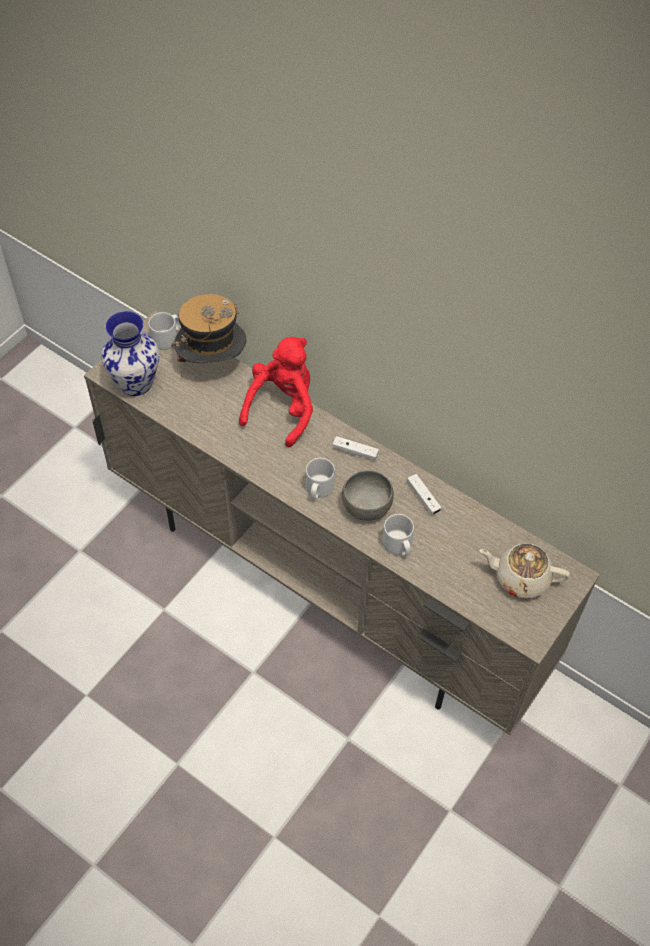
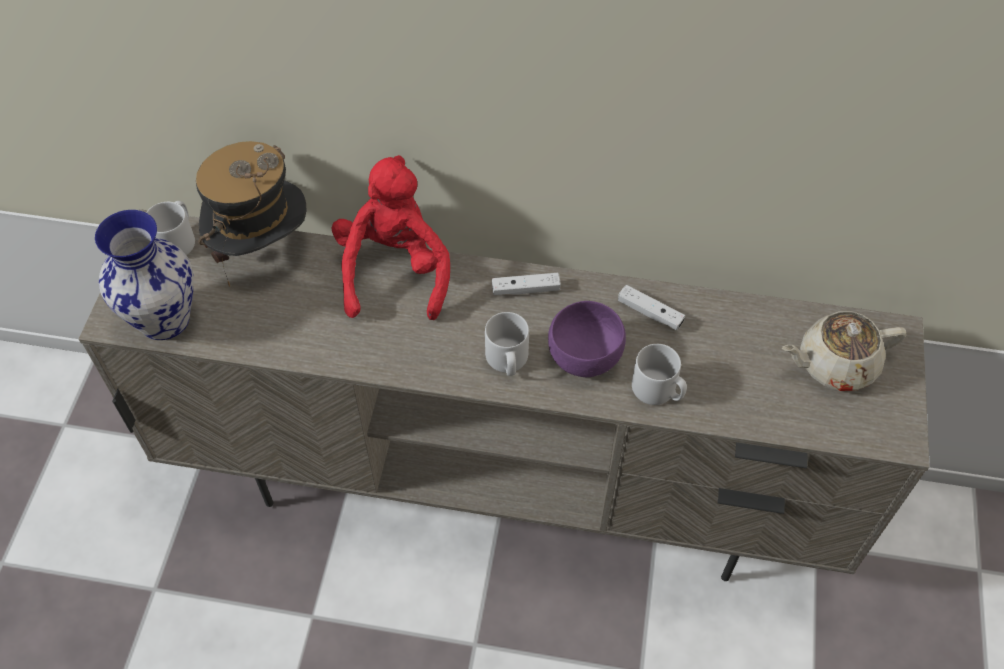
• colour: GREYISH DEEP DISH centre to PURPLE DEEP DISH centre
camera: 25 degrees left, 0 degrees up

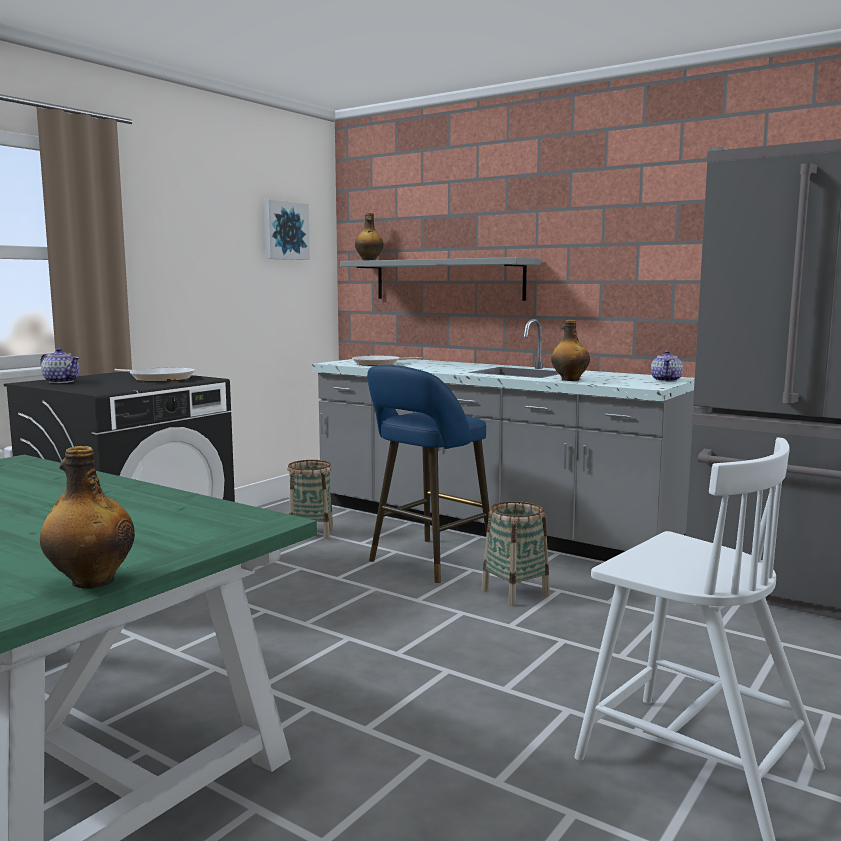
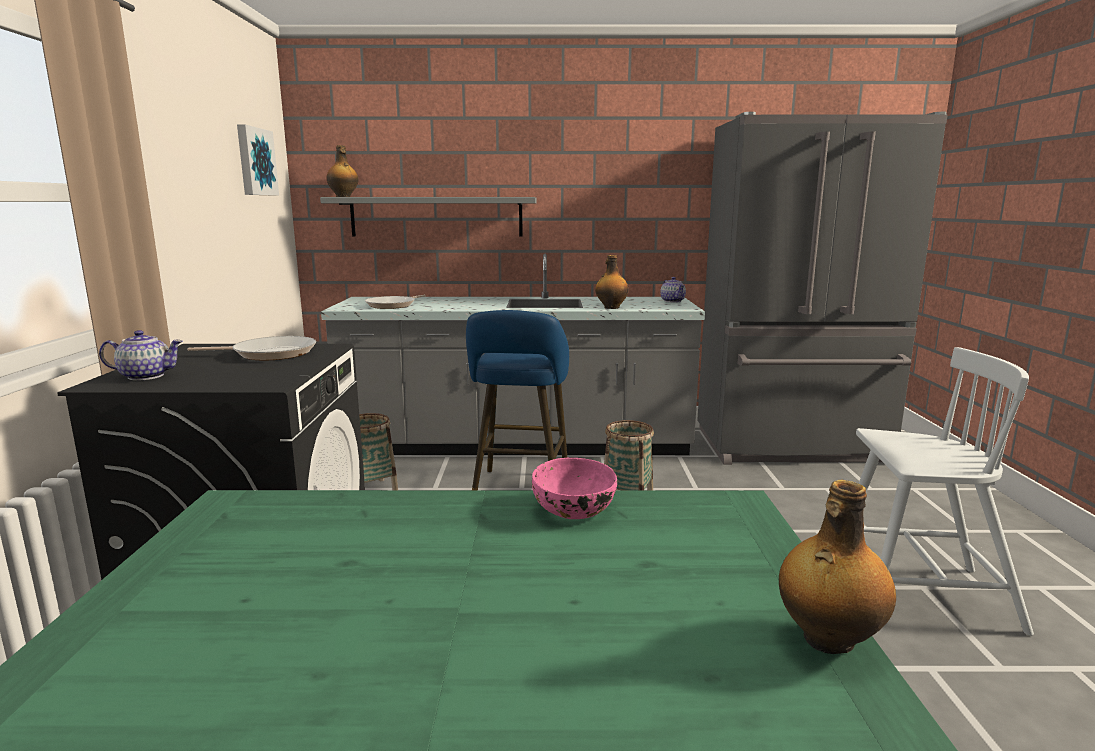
• appeared: PINK DEEP DISH centre
camera: 35 degrees left, 5 degrees up

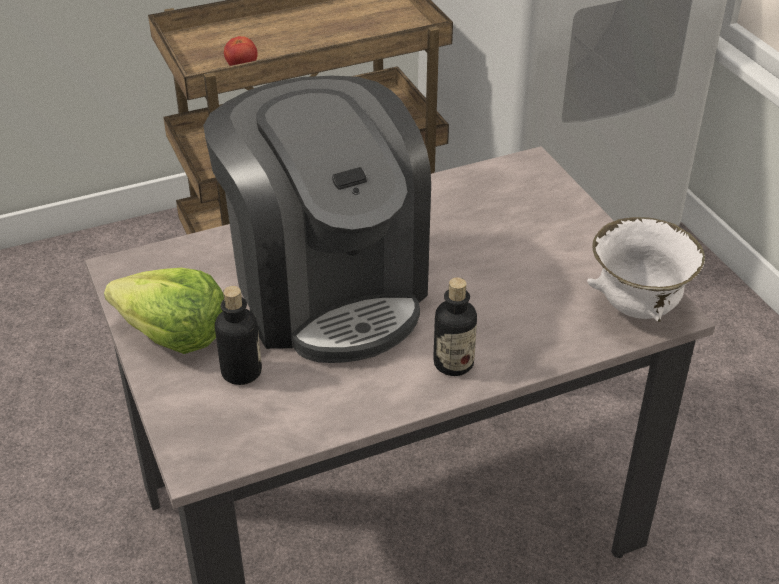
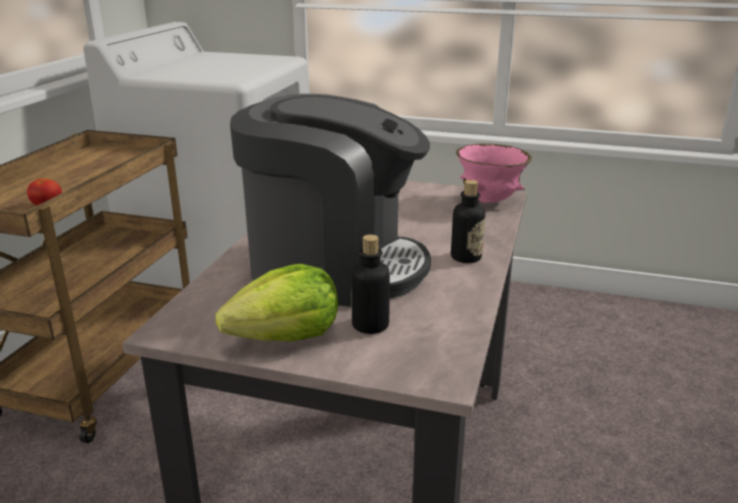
• colour: WHITE DEEP DISH middle right to PINK DEEP DISH middle right
camera: 50 degrees left, 15 degrees down

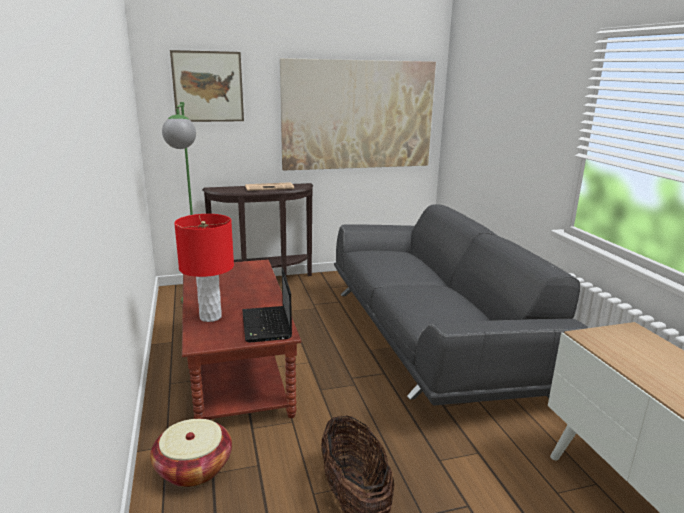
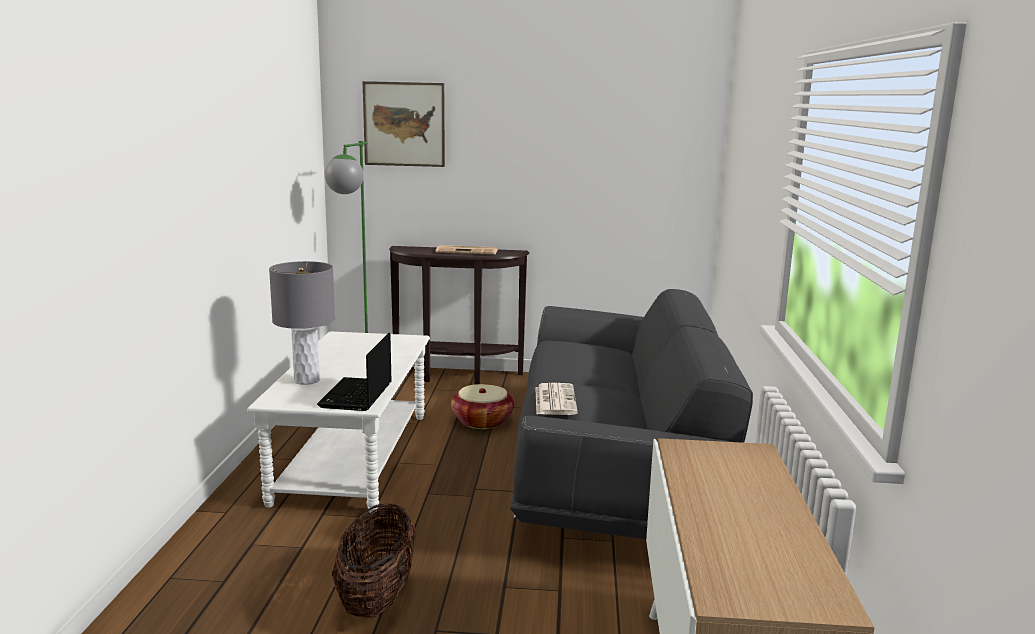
• colour: BROWN-COLOURED COFFEE TABLE centre to WHITE COFFEE TABLE middle left
• colour: REDDISH TABLETOP LAMP middle left to GREYISH TABLETOP LAMP middle left
• relocated: HOUSEHOLD BASKET (no. 1 from left in the first image) bottom left to HOUSEHOLD BASKET (no. 2 from left) centre
• appeared: DAILY PAPER (no. 2 from left) centre
• missing: WALL ART (no. 2 from left) top centre
camera: 20 degrees right, 5 degrees down

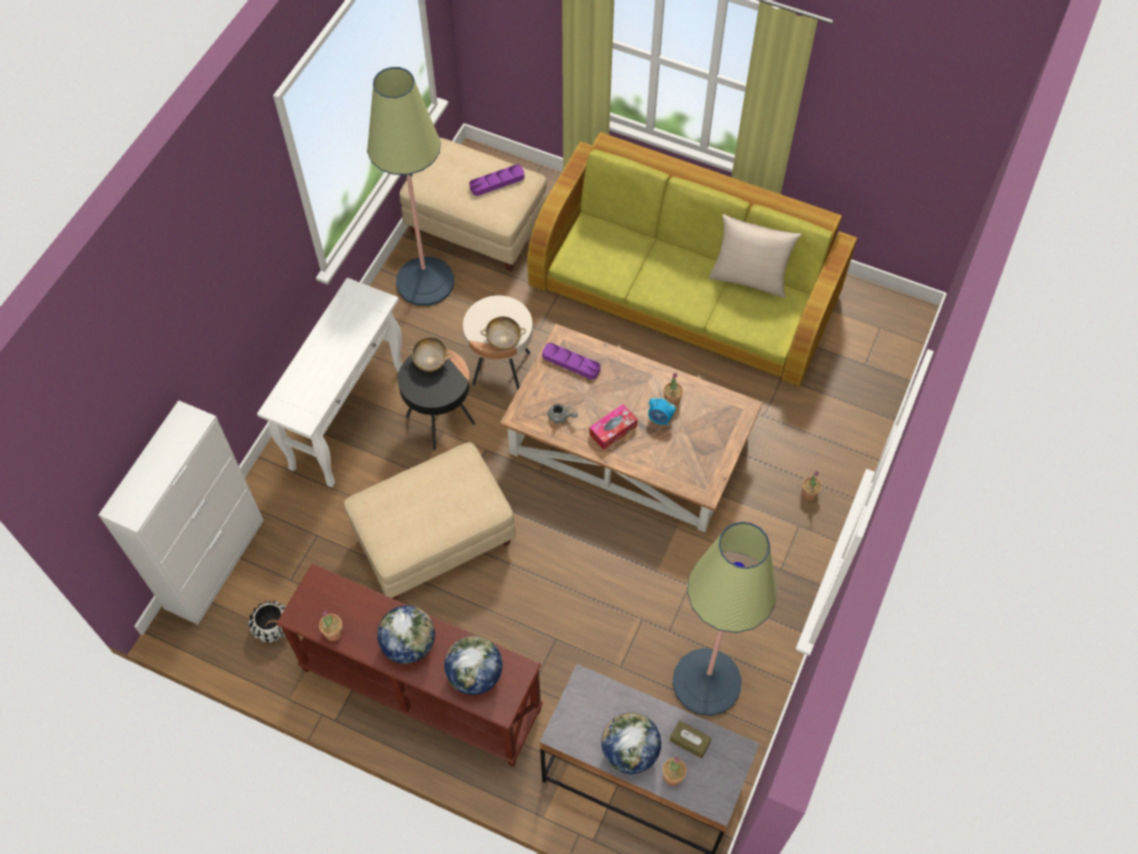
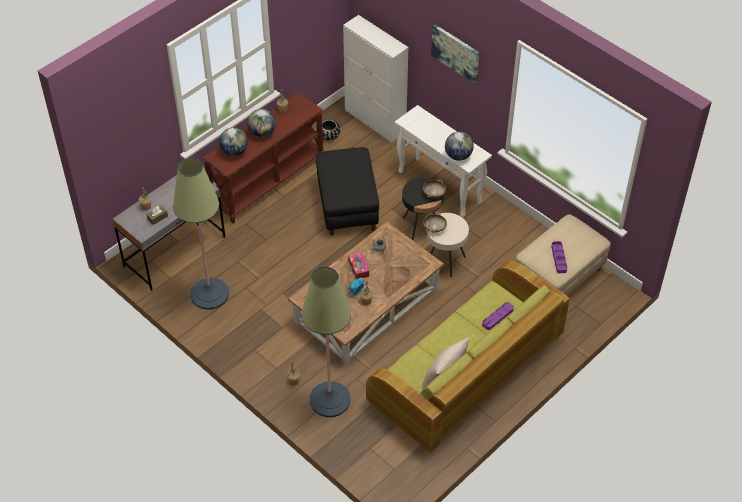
• relocated: STANDING LAMP (no. 1 from left in the first image) top centre to STANDING LAMP (no. 2 from left) bottom centre
• colour: SAND-COLOURED OTTOMAN (no. 1 from left) centre to BLACKISH OTTOMAN centre
• appeared: WALL ART top centre
• relocated: DESK GLOBE (no. 3 from left) bottom centre to top centre
• relocated: PURPLE TRAY (no. 2 from left in the first image) centre to PURPLE TRAY (no. 1 from left) middle right
camera: 110 degrees right, 10 degrees down

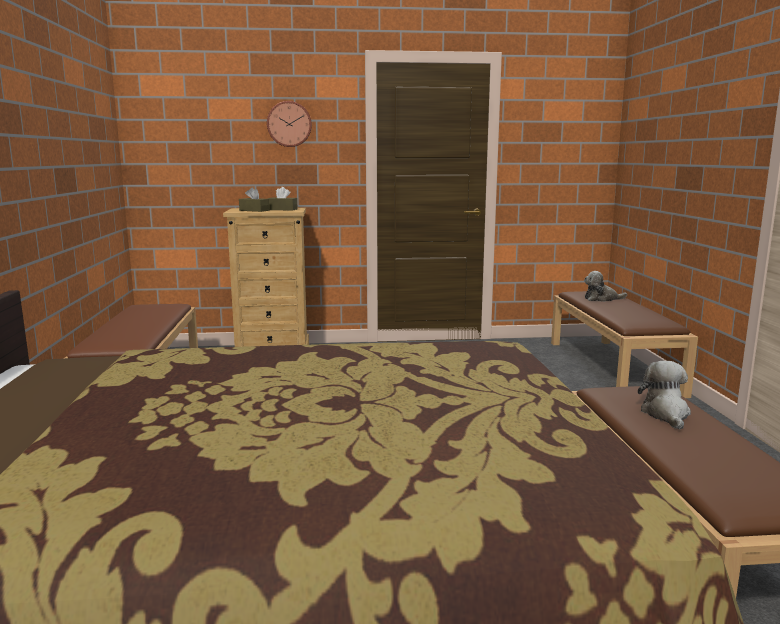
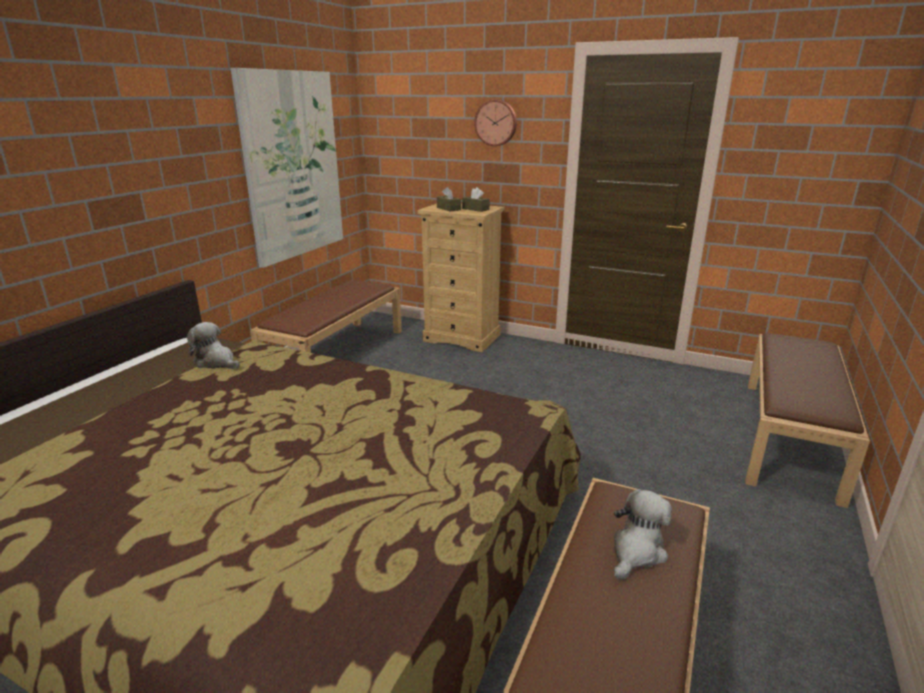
• relocated: PLUSH TOY (no. 1 from left) middle right to middle left
• appeared: WALL ART top left
camera: 30 degrees right, 10 degrees up

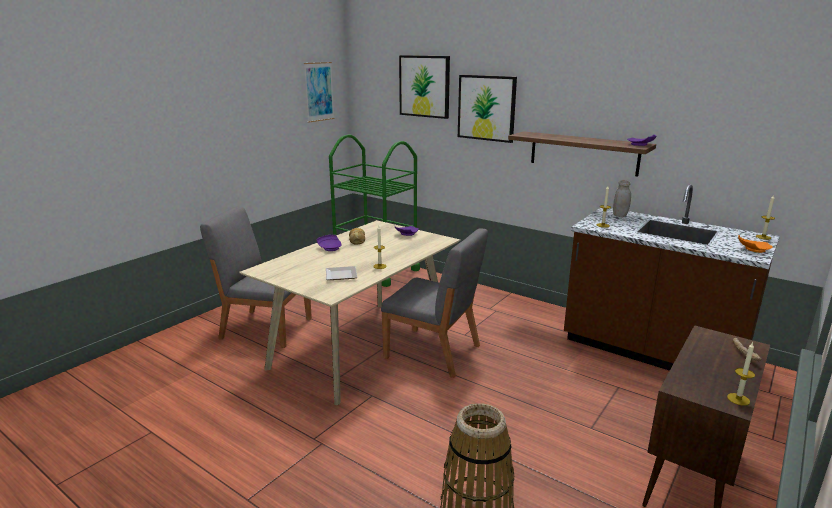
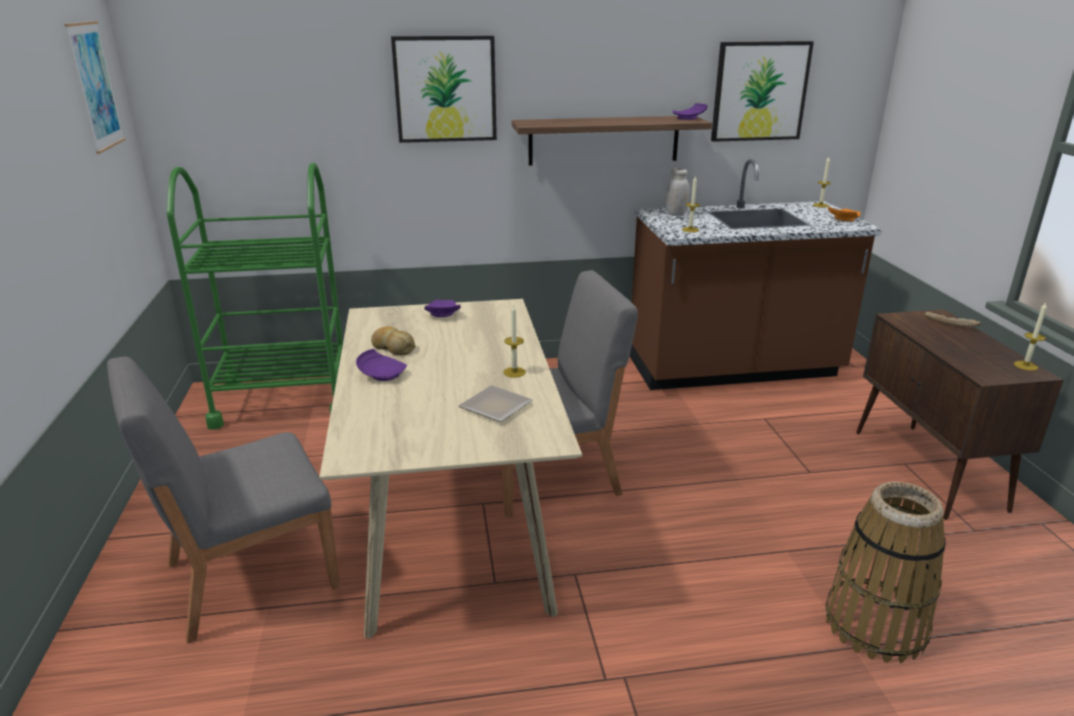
• relocated: WALL ART (no. 2 from left in the first image) top centre to WALL ART (no. 3 from left) top right
camera: 45 degrees left, 5 degrees up

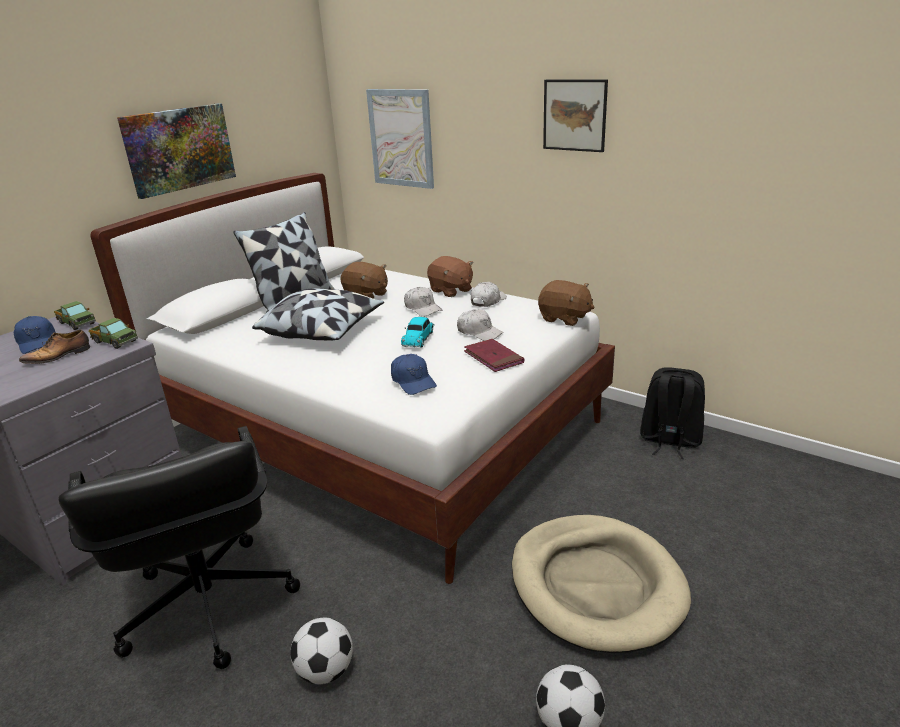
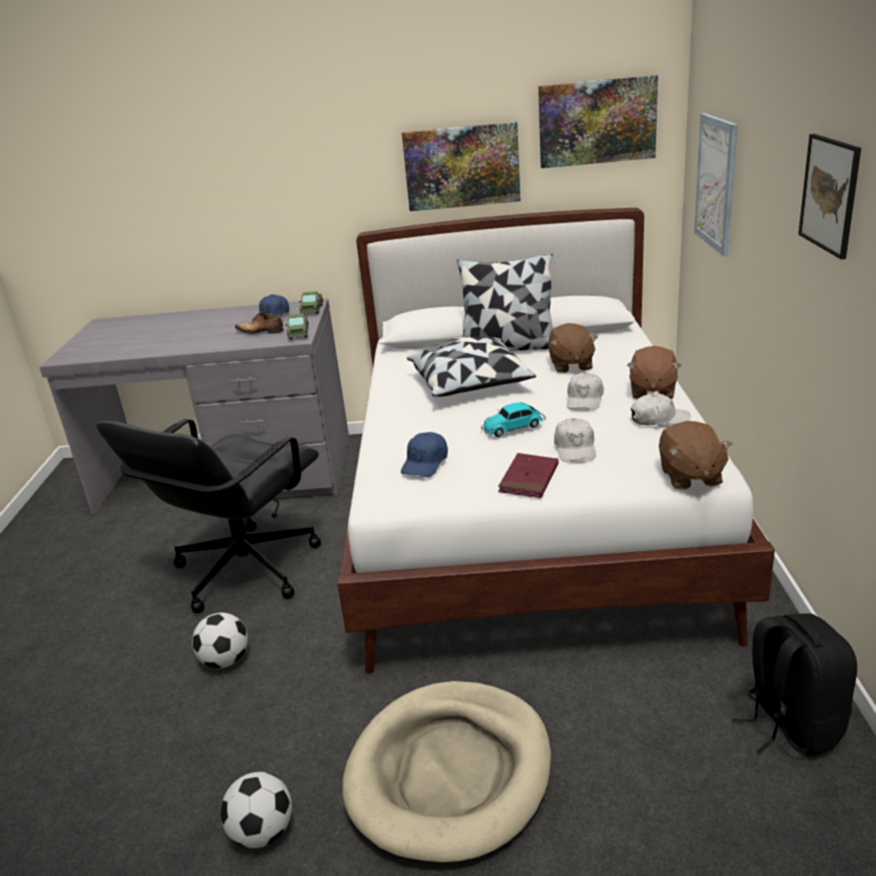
• appeared: WALL ART (no. 2 from left) top right
camera: 55 degrees right, 0 degrees up

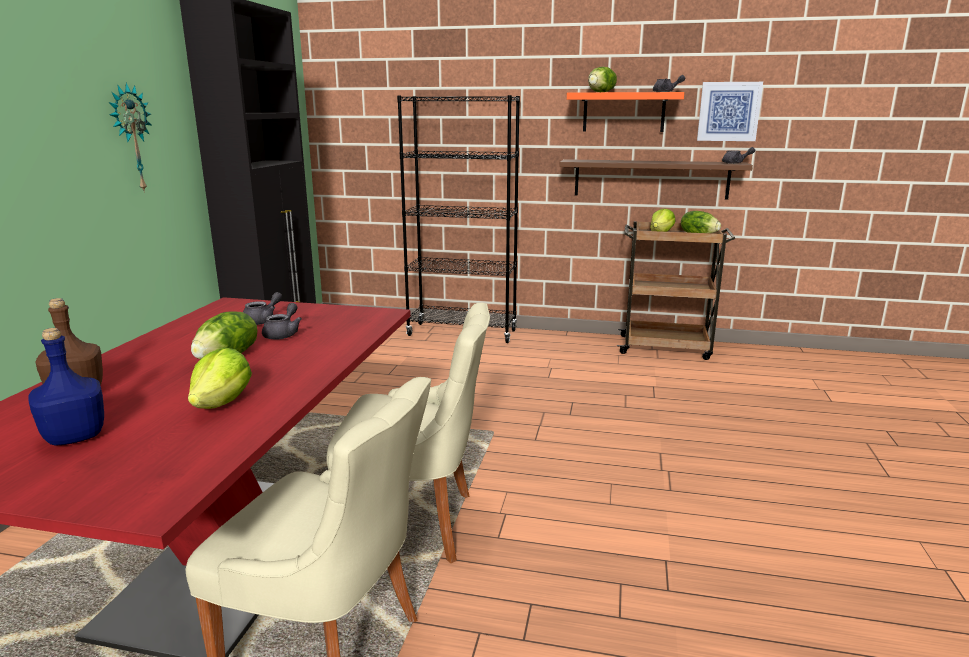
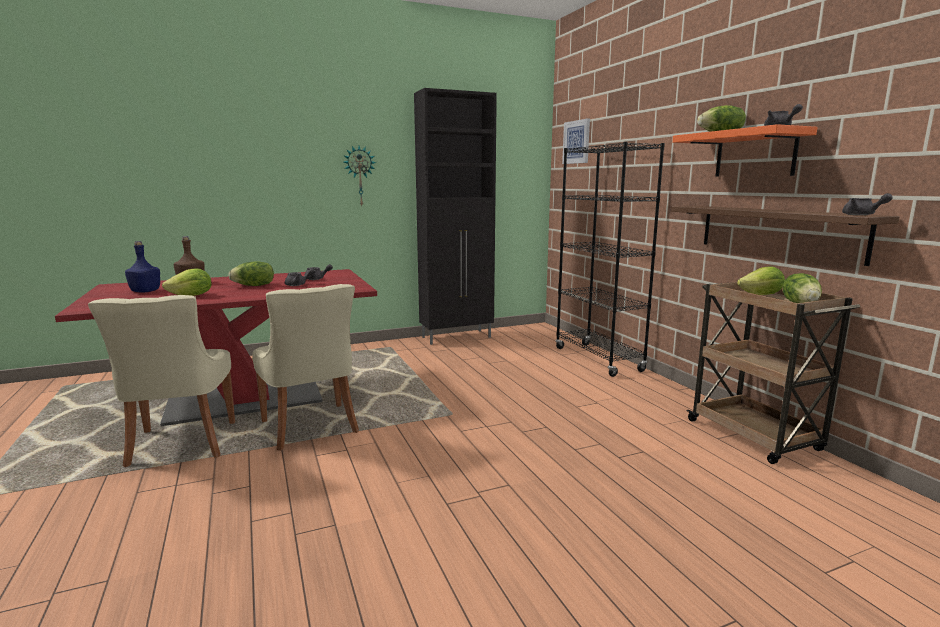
• relocated: WALL ART top right to top centre
camera: 55 degrees right, 5 degrees down

